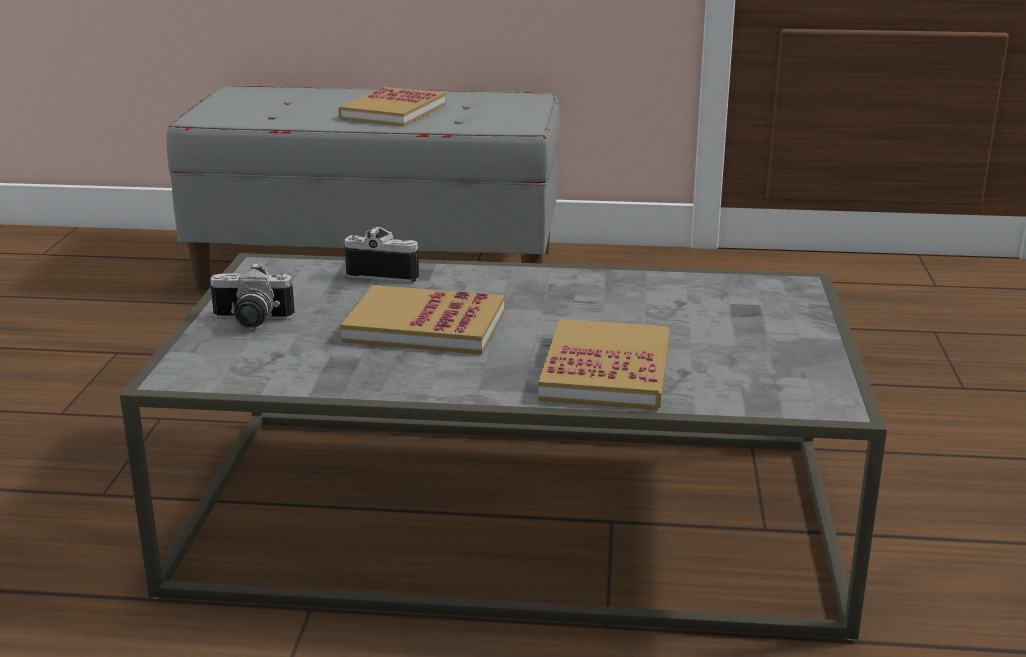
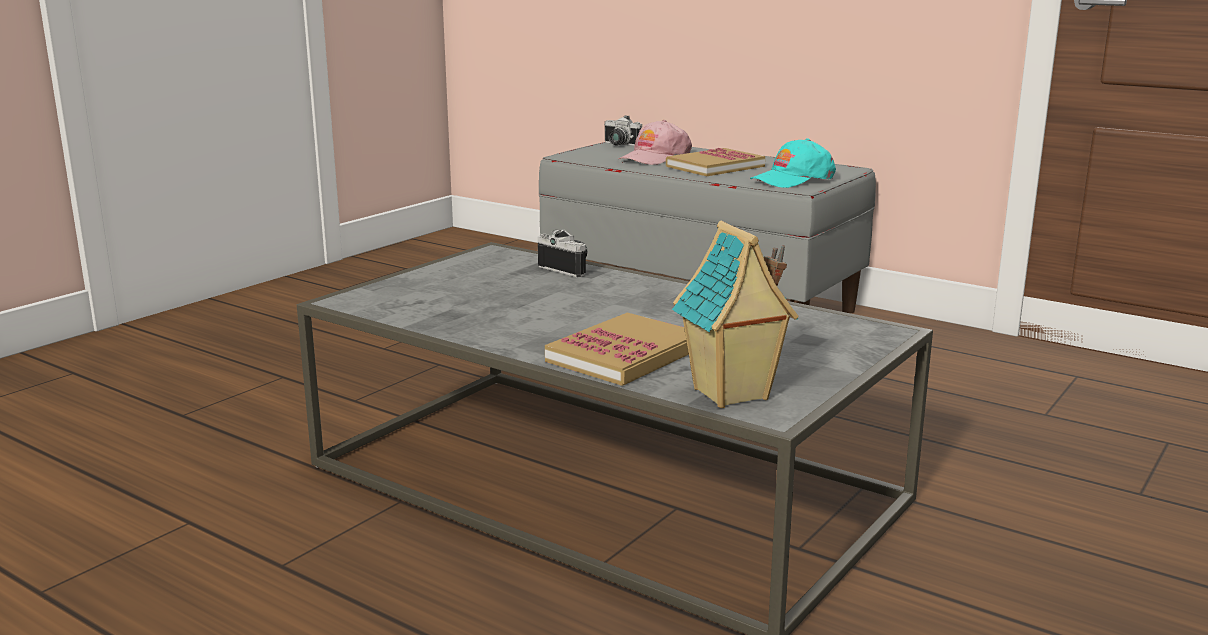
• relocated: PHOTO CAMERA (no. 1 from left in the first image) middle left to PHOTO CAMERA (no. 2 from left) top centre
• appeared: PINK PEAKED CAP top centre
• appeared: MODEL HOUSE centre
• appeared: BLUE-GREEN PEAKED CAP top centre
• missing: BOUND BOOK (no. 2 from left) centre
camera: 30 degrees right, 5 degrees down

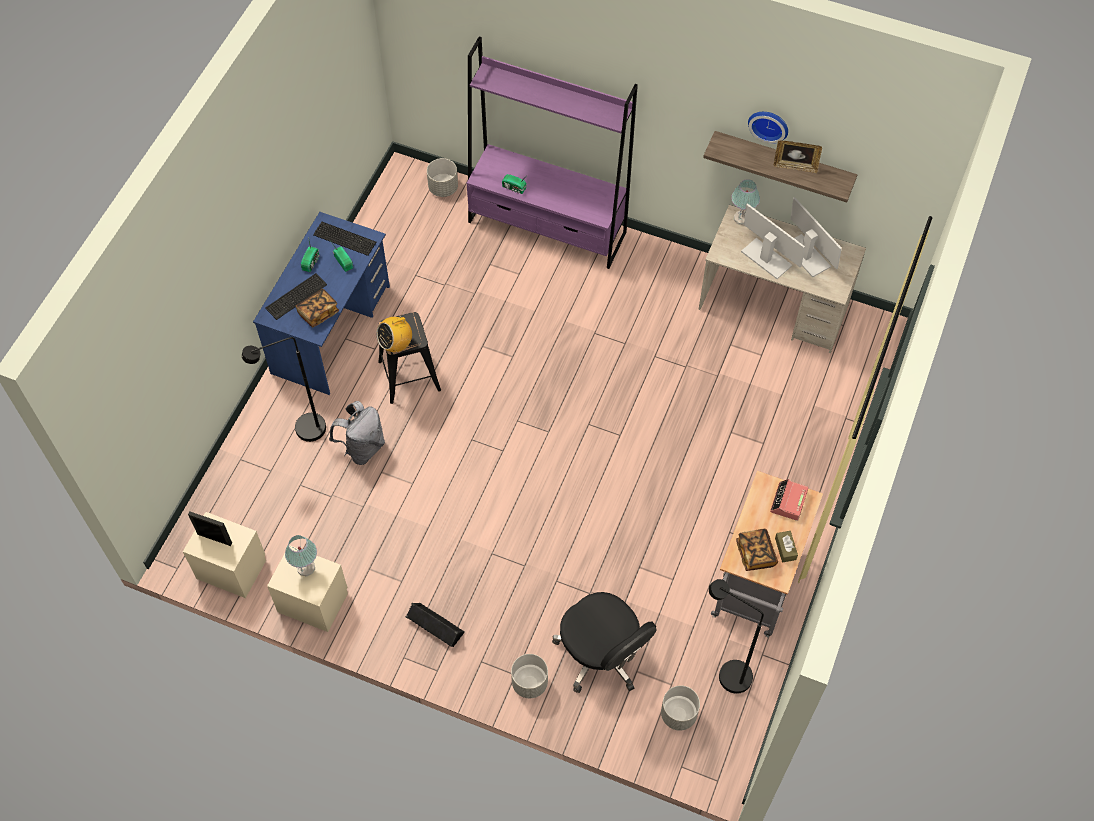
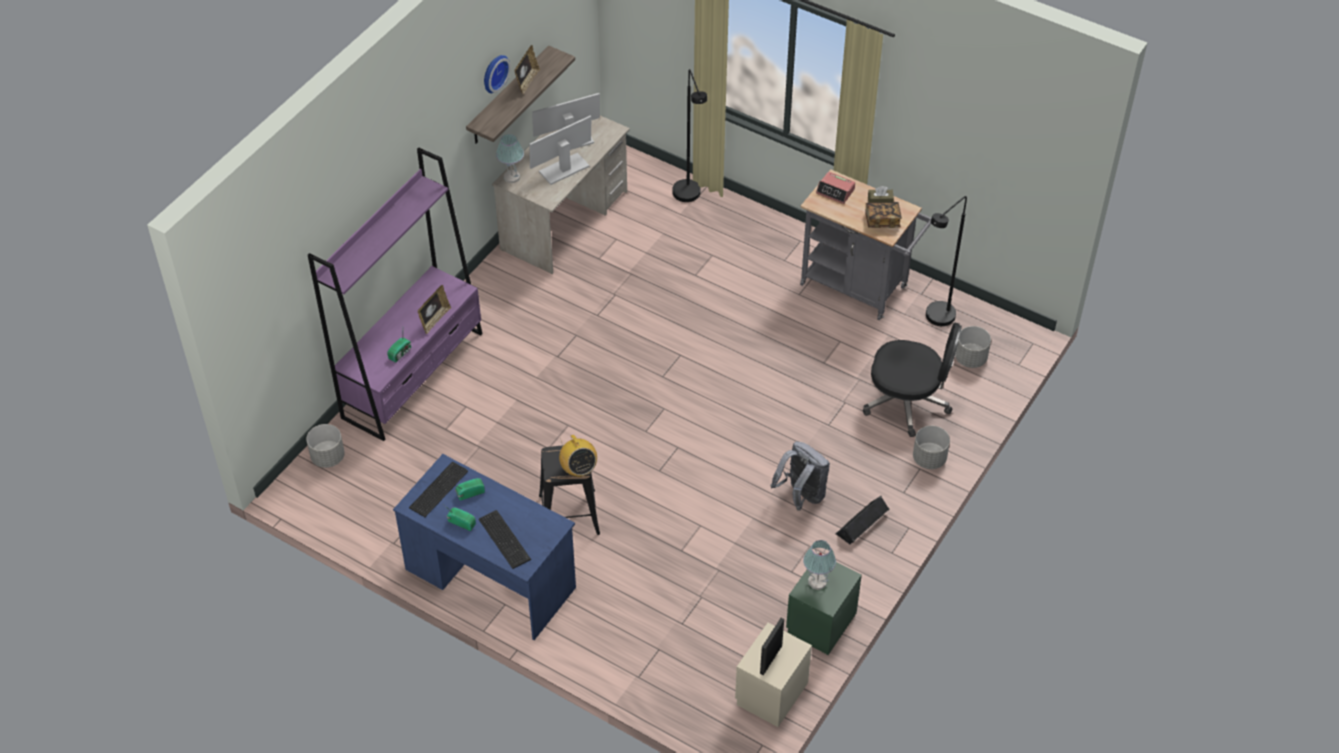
• appeared: PHOTO FRAME (no. 1 from left) middle left
• relocated: BLACKISH STANDING LAMP (no. 1 from left) middle left to top centre
• relocated: GREYISH KNAPSACK middle left to centre
• colour: SAND-COLOURED NIGHT TABLE (no. 2 from left) bottom left to GREEN NIGHT TABLE bottom centre
• spun: BLACKISH OFFICE CHAIR bottom centre = middle right 45 degrees clockwise
• missing: BOUND BOOK (no. 1 from left) middle left
camera: 80 degrees left, 10 degrees down

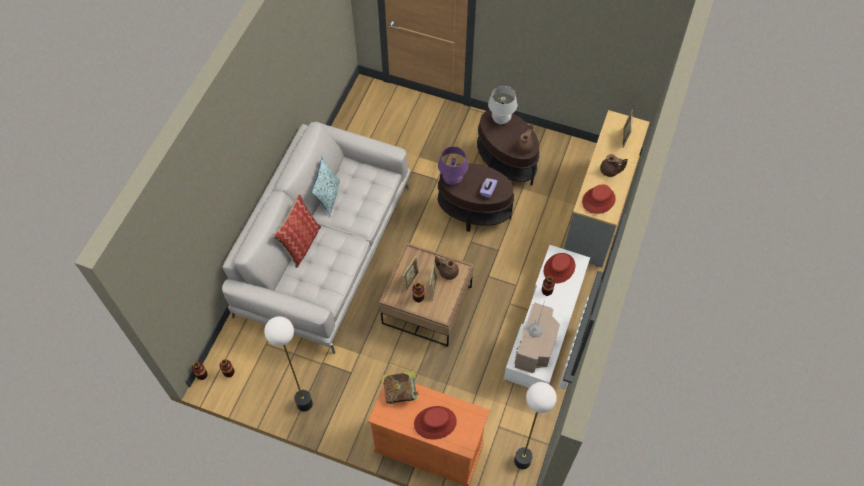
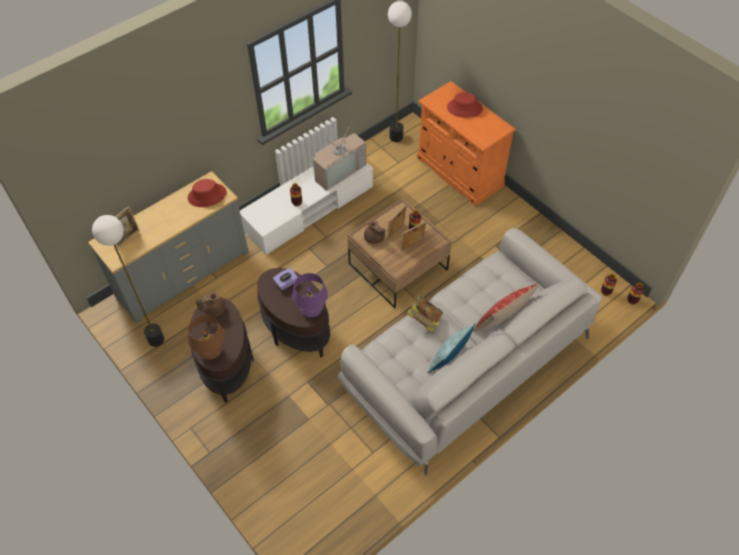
• relocated: STANDING LAMP (no. 1 from left) bottom centre to middle left
• colour: WHITE TABLETOP LAMP top centre to BROWN-COLOURED TABLETOP LAMP middle left
• relocated: BOUND BOOK bottom centre to centre
• missing: REDDISH CLOTHING HAT (no. 2 from left) centre
• missing: BROWN-COLOURED TEAPOT (no. 3 from left) middle right
camera: 150 degrees left, 5 degrees down

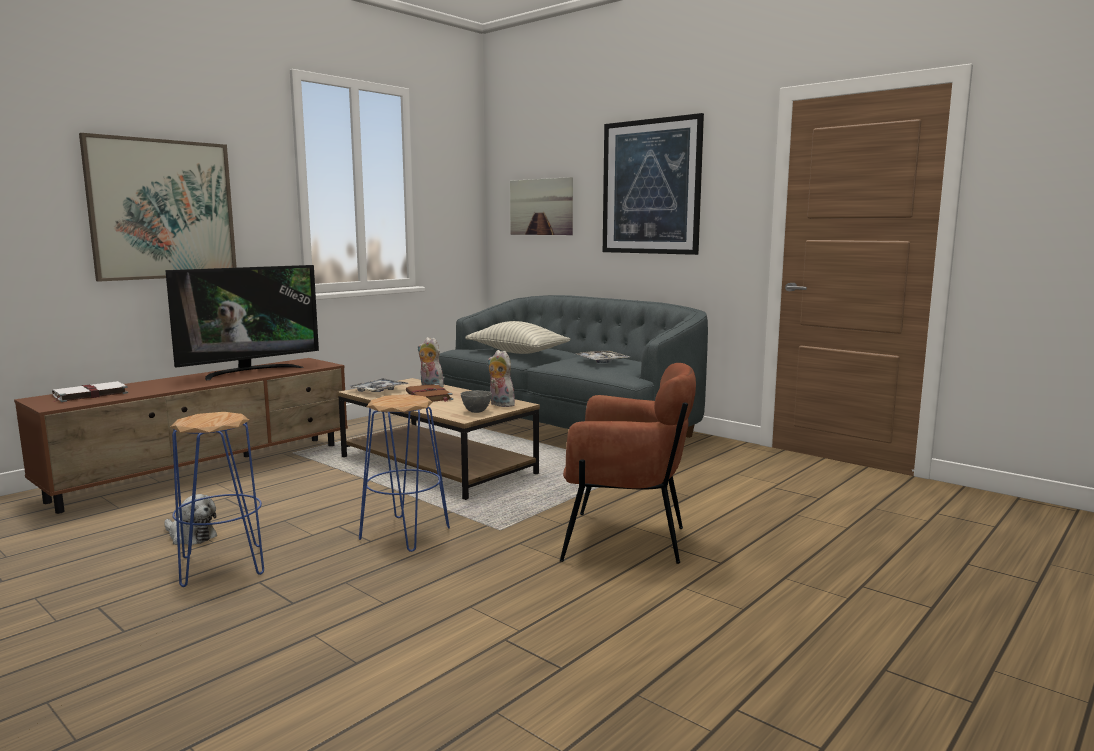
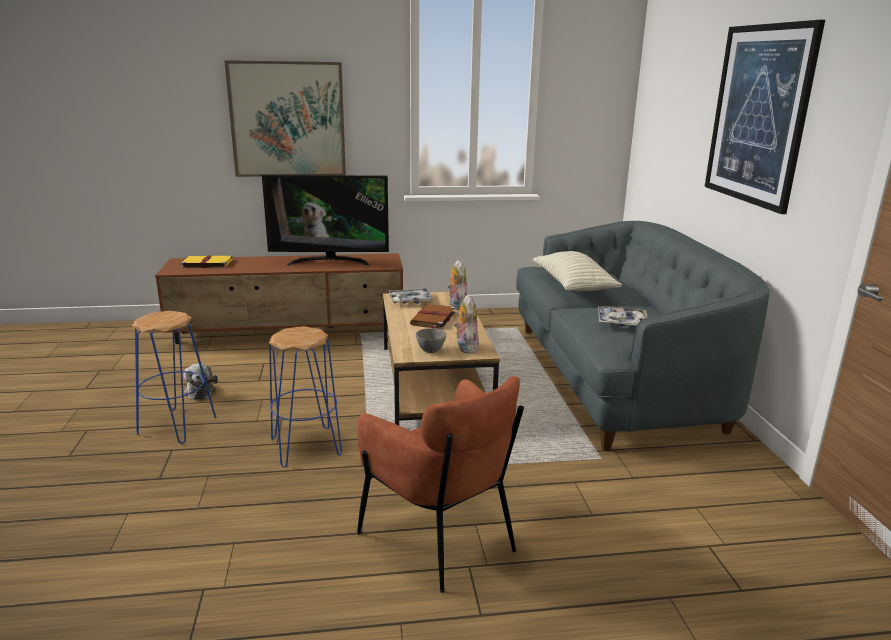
• colour: WHITE BOUND BOOK middle left to YELLOW-COLOURED BOUND BOOK middle left
• missing: WALL ART (no. 2 from left) top centre
camera: 40 degrees right, 10 degrees up

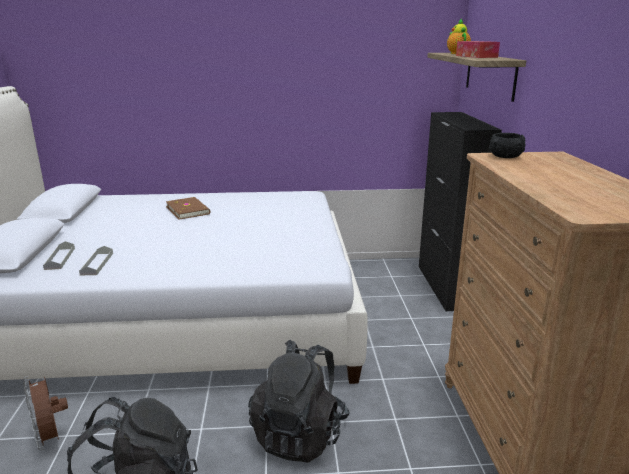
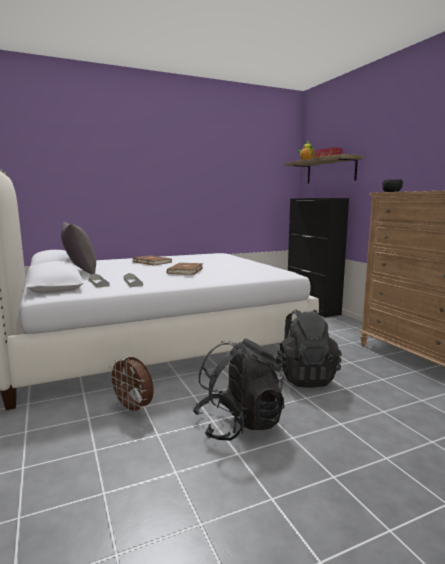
• appeared: GREYISH THROW PILLOW middle left
• appeared: BROWN-COLOURED BOUND BOOK (no. 2 from left) centre
camera: 20 degrees left, 10 degrees down

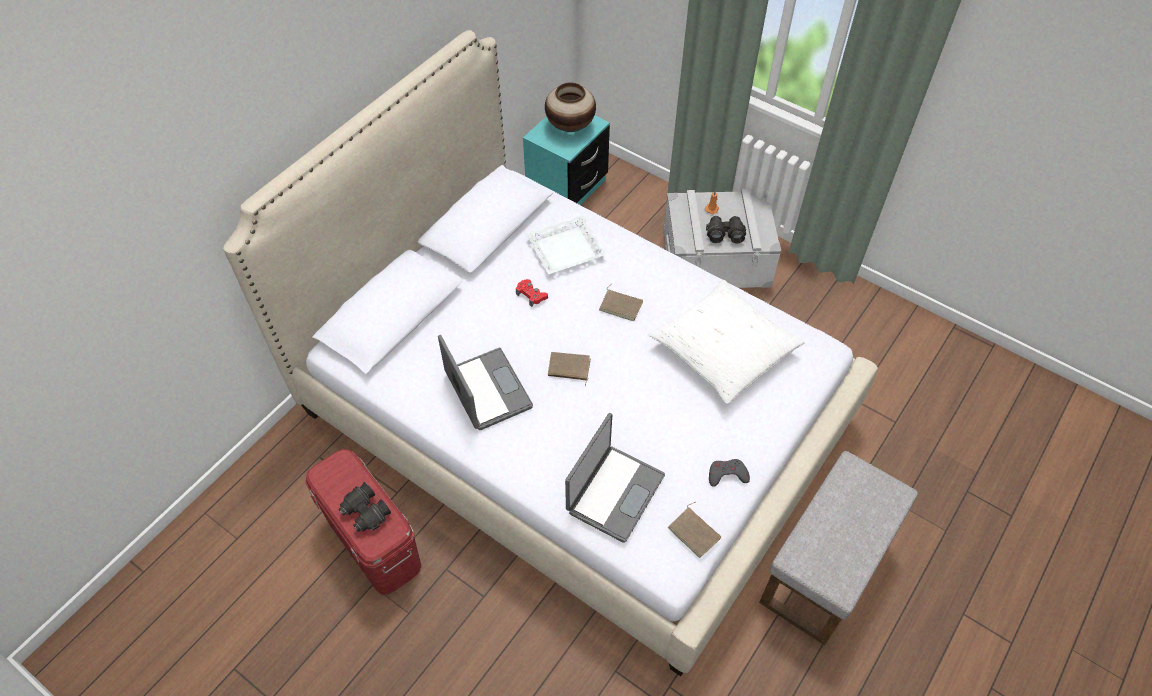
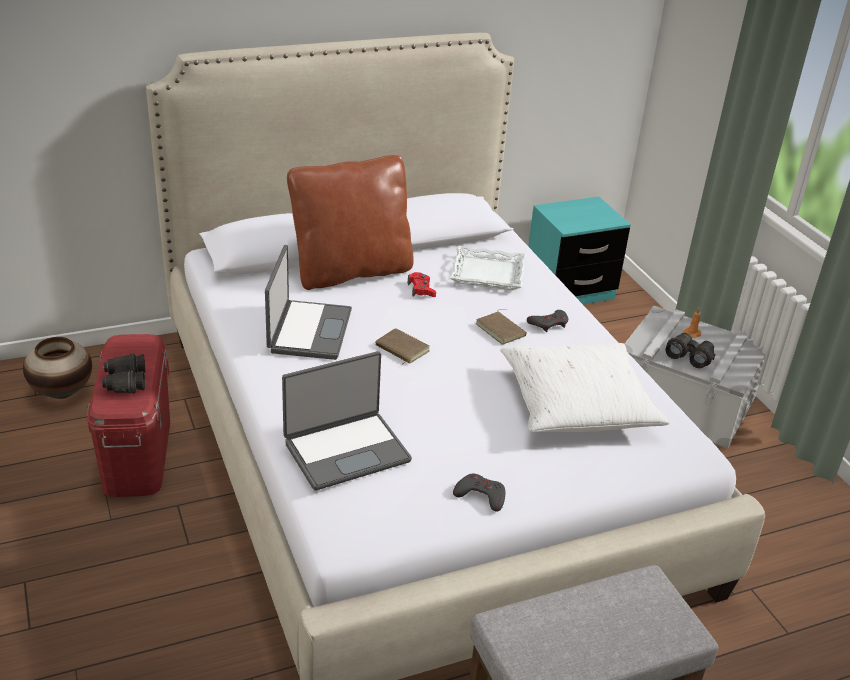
• relocated: FLOWER VASE top centre to middle left
• appeared: BROWN-COLOURED THROW PILLOW top centre
• appeared: GREYISH GAMEPAD (no. 2 from left) centre
• missing: BROWN-COLOURED BOUND BOOK (no. 3 from left) bottom centre
camera: 30 degrees right, 20 degrees down

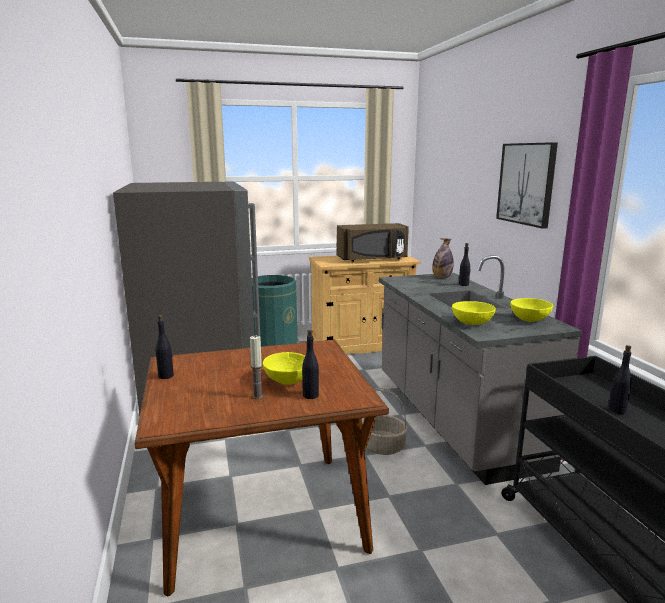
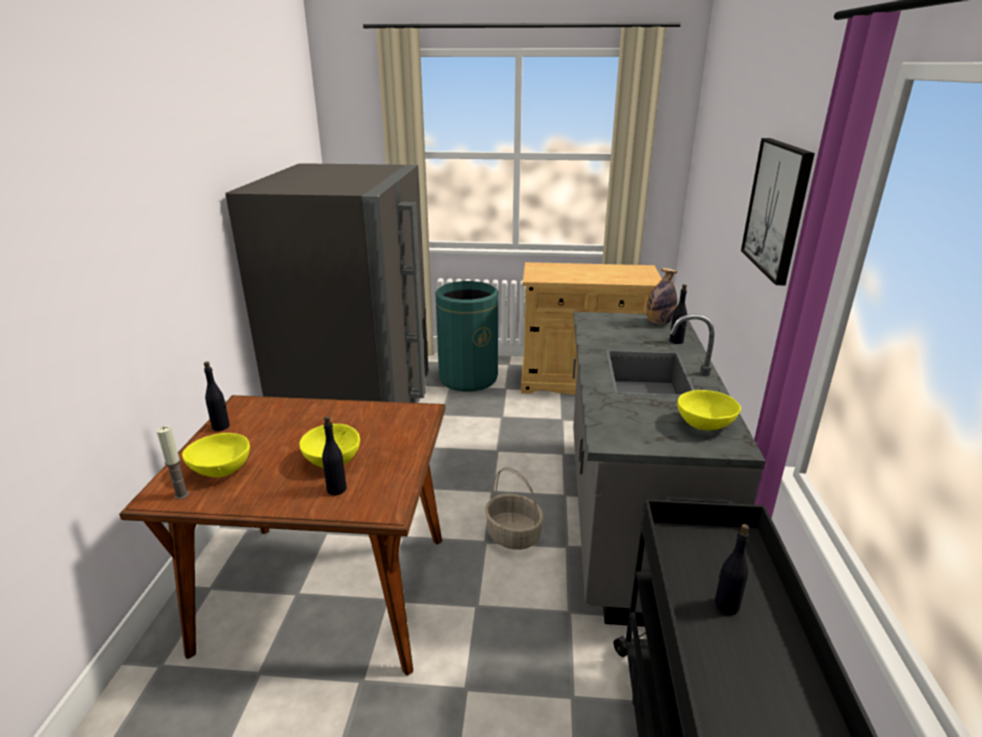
• relocated: WAX LIGHT centre to middle left
• relocated: YELLOW-COLOURED DEEP DISH (no. 2 from left in the first image) middle right to YELLOW-COLOURED DEEP DISH (no. 1 from left) middle left
• missing: BROWN-COLOURED MICROWAVE centre
camera: 20 degrees right, 10 degrees up

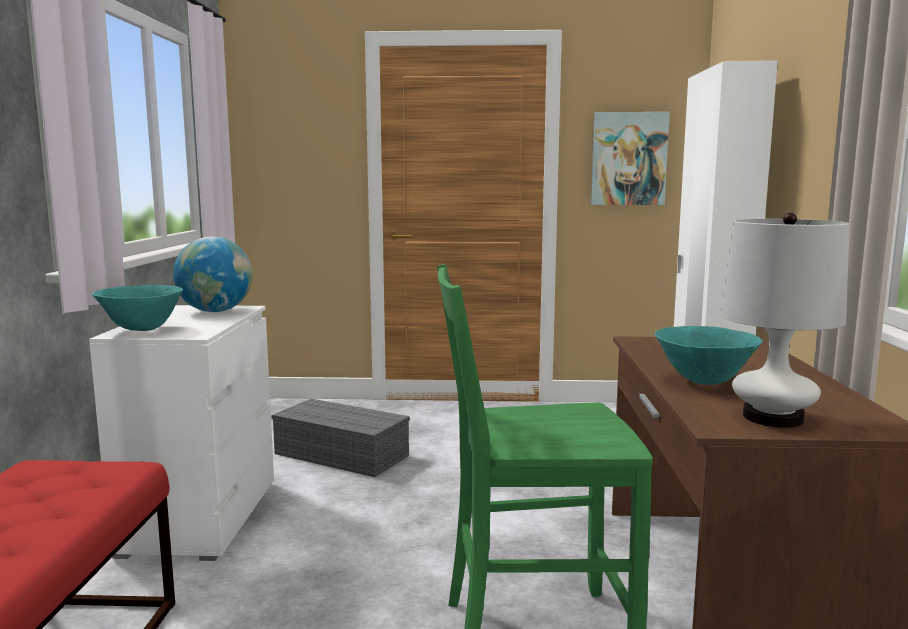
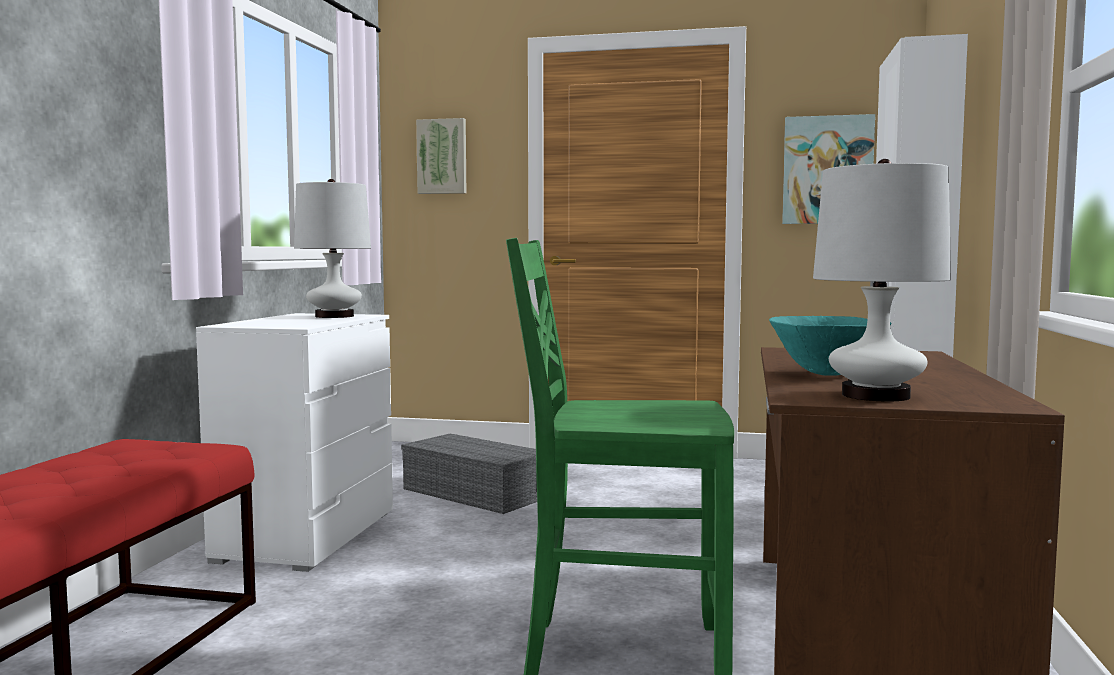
• exchanged: DESK GLOBE middle left to WHITE TABLETOP LAMP (no. 1 from left) middle left
• appeared: WALL ART (no. 1 from left) top centre
• missing: BLUE-GREEN DEEP DISH (no. 1 from left) middle left
camera: 10 degrees right, 5 degrees down

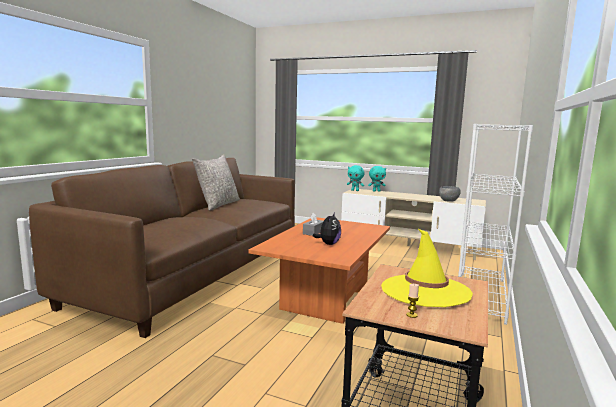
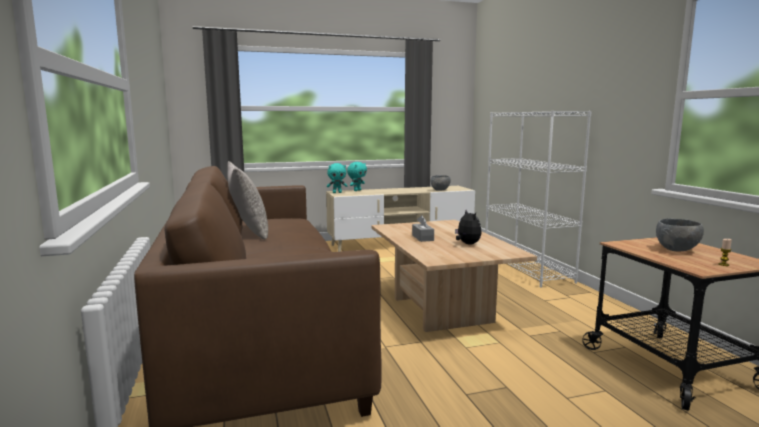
• colour: ORANGEY COFFEE TABLE centre to SAND-COLOURED COFFEE TABLE centre
• exchanged: YELLOW-COLOURED CLOTHING HAT middle right to GREYISH DEEP DISH (no. 2 from left) middle right
camera: 40 degrees left, 0 degrees up

